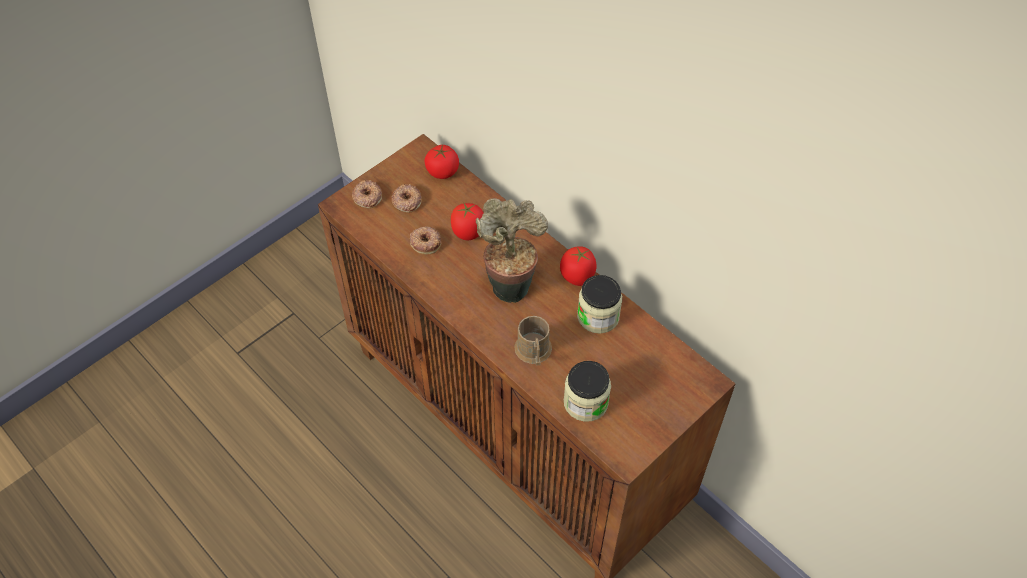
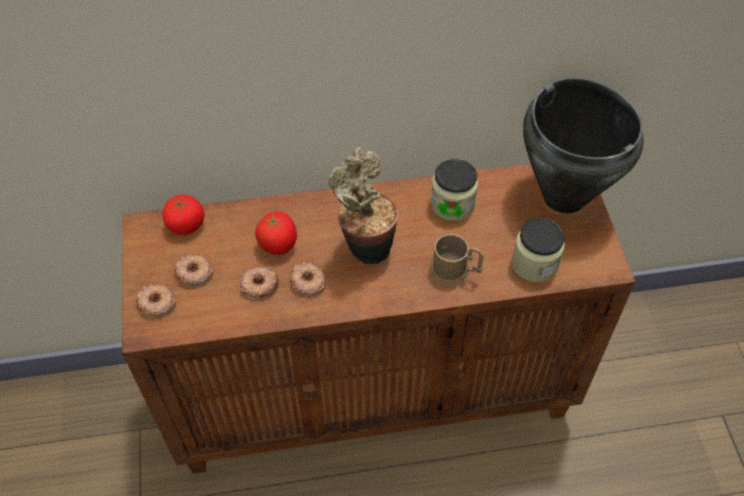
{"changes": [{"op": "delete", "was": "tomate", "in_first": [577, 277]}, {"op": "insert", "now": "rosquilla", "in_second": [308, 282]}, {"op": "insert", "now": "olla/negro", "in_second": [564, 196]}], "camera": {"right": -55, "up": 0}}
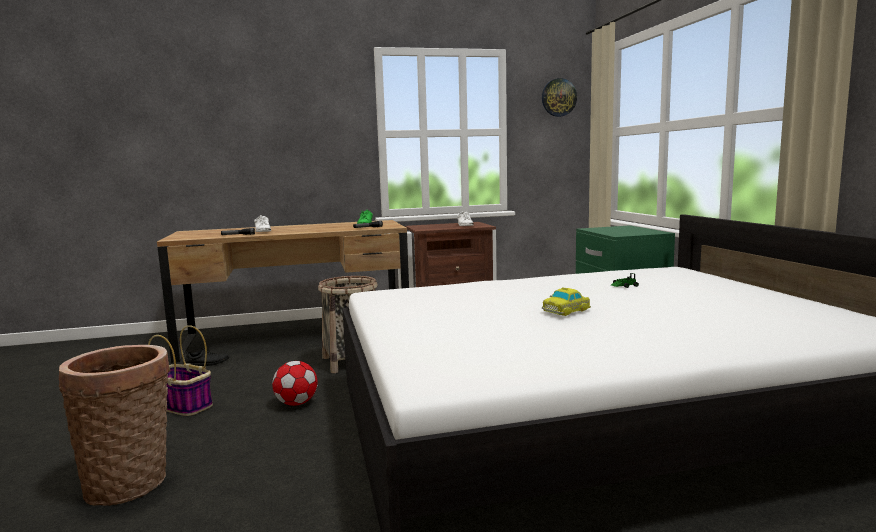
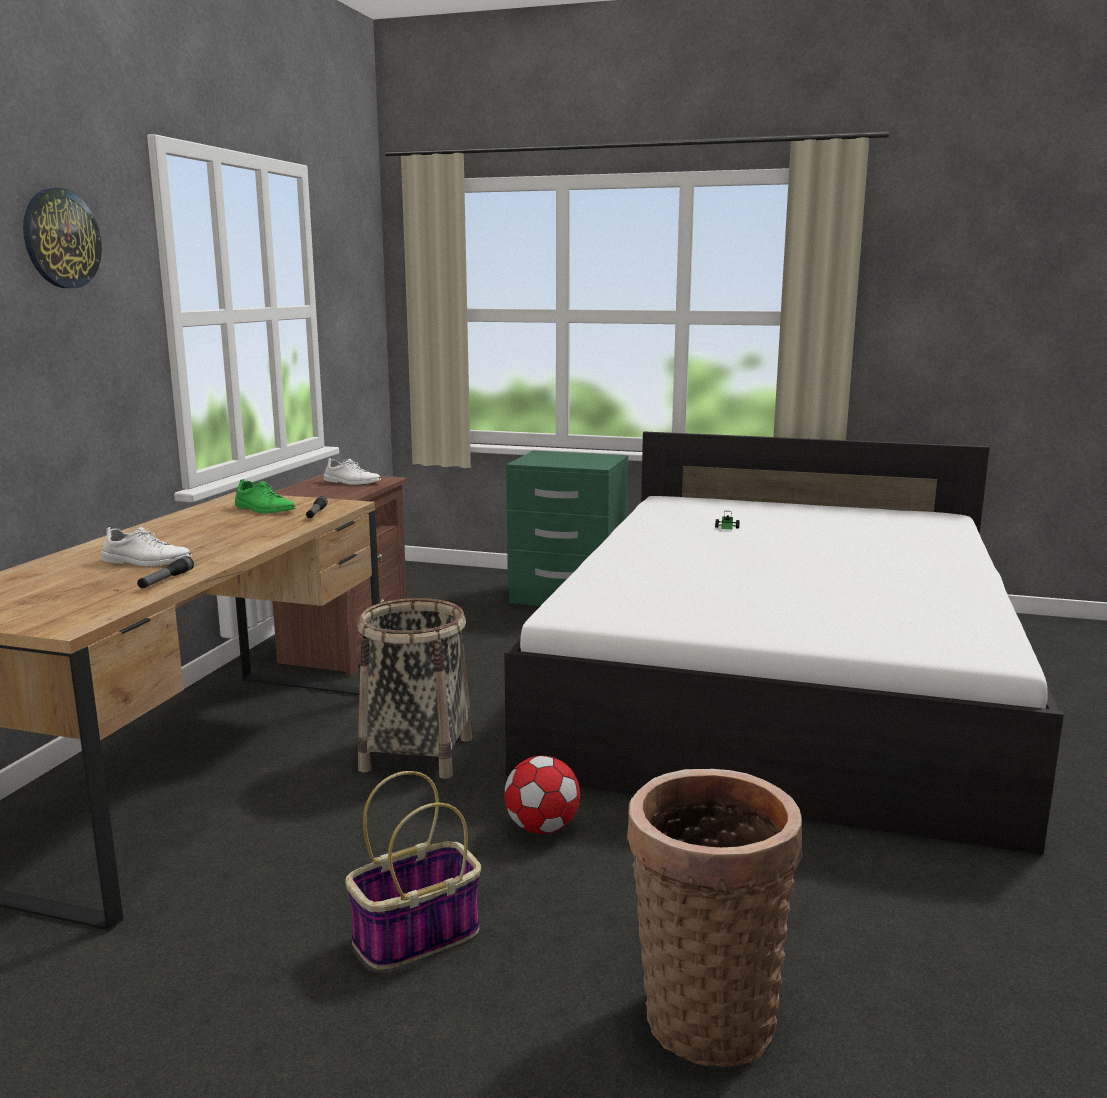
{"changes": [{"op": "delete", "was": "zapato/negro", "in_first": [206, 364]}, {"op": "delete", "was": "coche de juguete", "in_first": [567, 310]}, {"op": "move", "was": "reloj de pared", "in_first": [558, 97], "in_second": [61, 238]}], "camera": {"right": -60, "up": 5}}
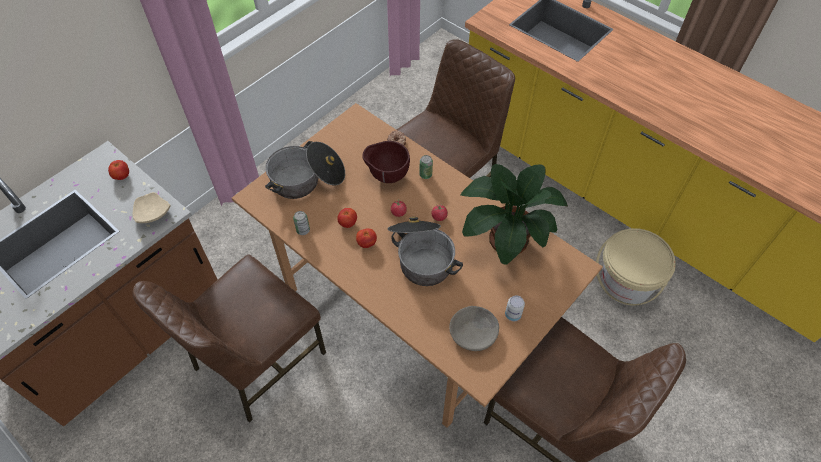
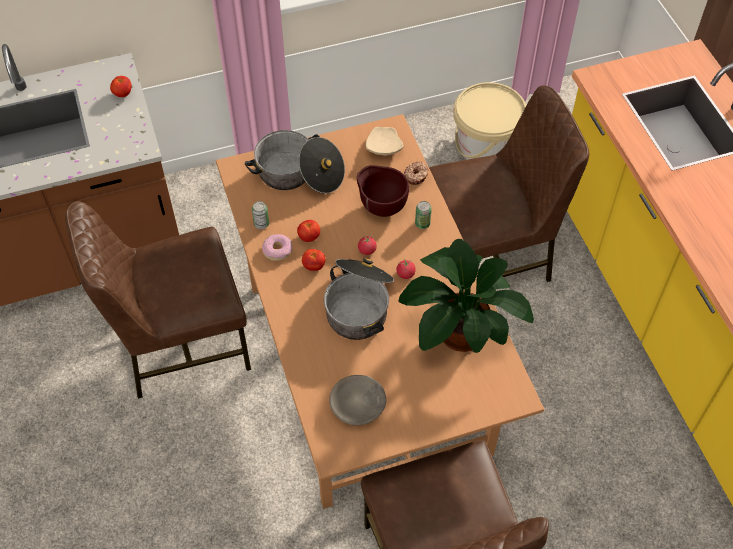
{"changes": [{"op": "delete", "was": "lata", "in_first": [513, 315]}, {"op": "insert", "now": "rosquilla", "in_second": [277, 250]}, {"op": "move", "was": "plato/beis", "in_first": [152, 214], "in_second": [383, 148]}, {"op": "move", "was": "cubo/beis", "in_first": [625, 283], "in_second": [485, 146]}], "camera": {"right": 30, "up": 0}}
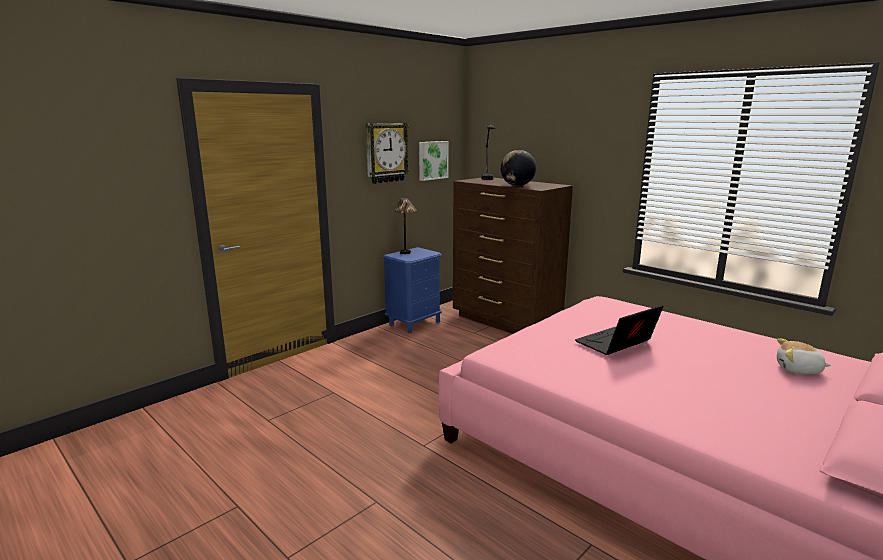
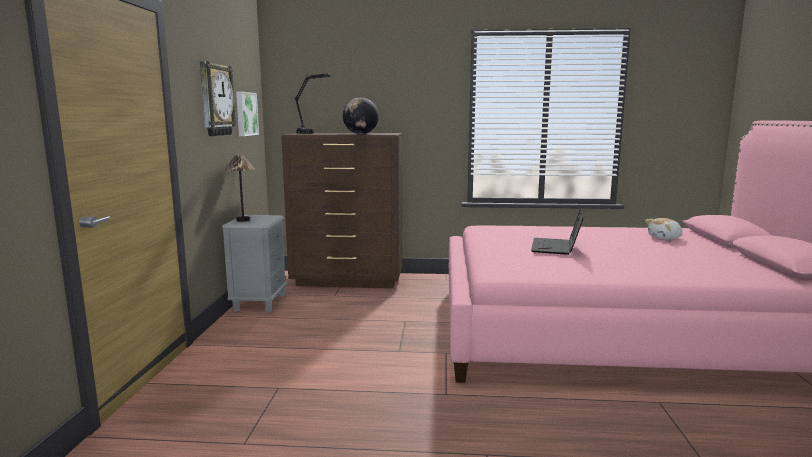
{"changes": [{"op": "recolor", "was": "mesita de noche/azul", "now": "mesita de noche/gris", "in_first": [414, 323], "in_second": [260, 302]}], "camera": {"right": -40, "up": -5}}
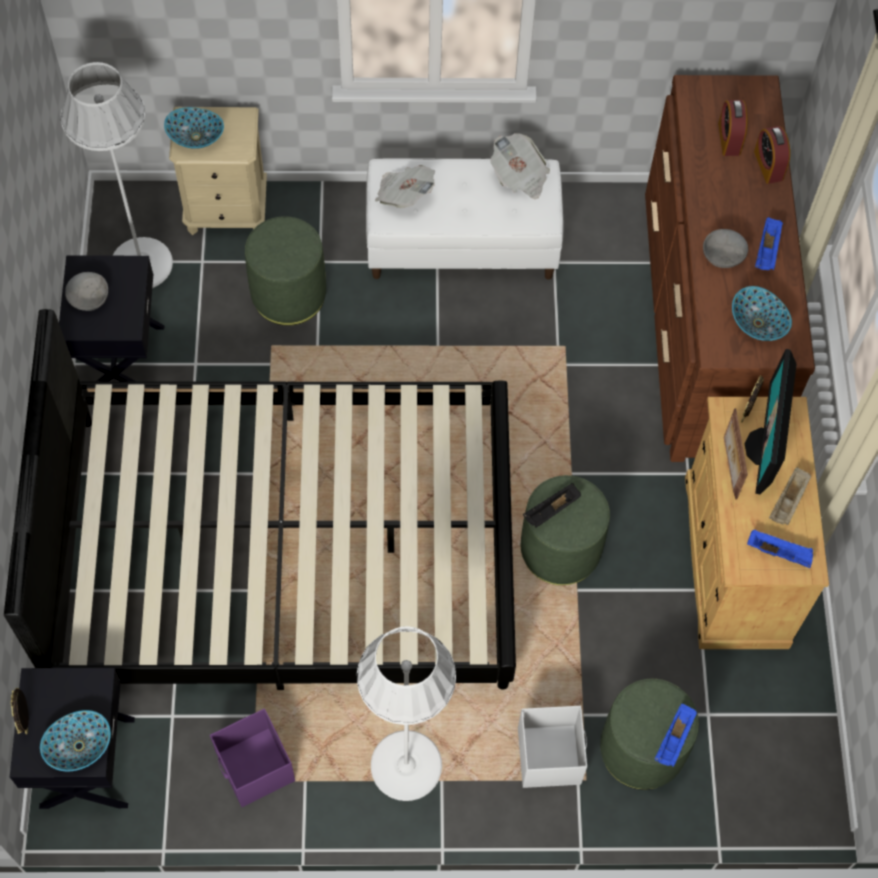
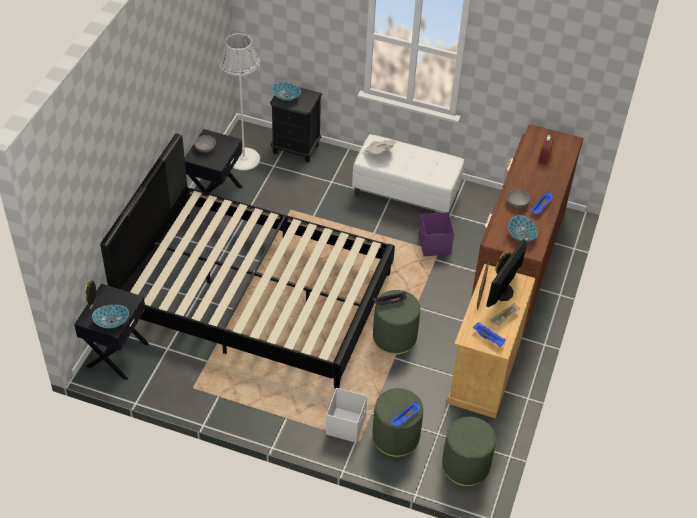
{"changes": [{"op": "delete", "was": "lámpara de pie/blanco", "in_first": [406, 765]}, {"op": "delete", "was": "periódico", "in_first": [519, 176]}, {"op": "delete", "was": "despertador", "in_first": [768, 165]}, {"op": "move", "was": "caja de almacenaje/morado", "in_first": [255, 768], "in_second": [434, 245]}, {"op": "move", "was": "puf/verde", "in_first": [289, 294], "in_second": [465, 466]}, {"op": "recolor", "was": "mesita de noche/beis", "now": "mesita de noche/negro", "in_first": [227, 211], "in_second": [295, 148]}], "camera": {"right": 20, "up": -15}}
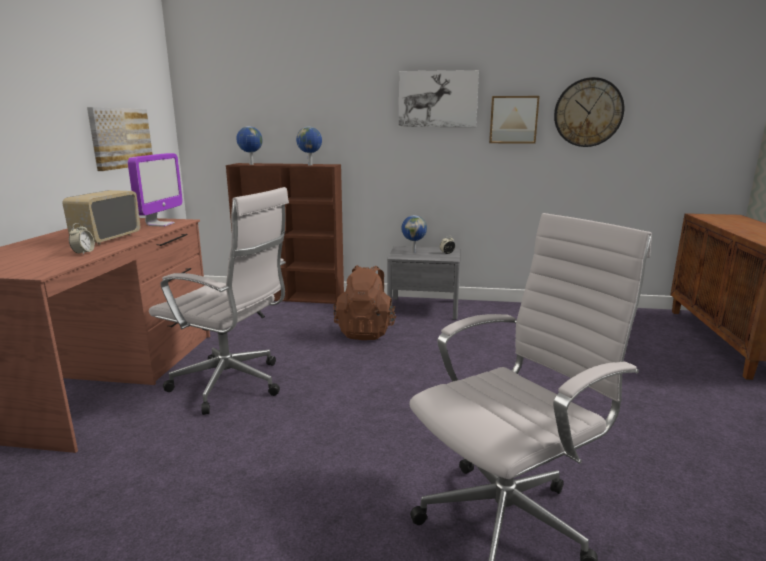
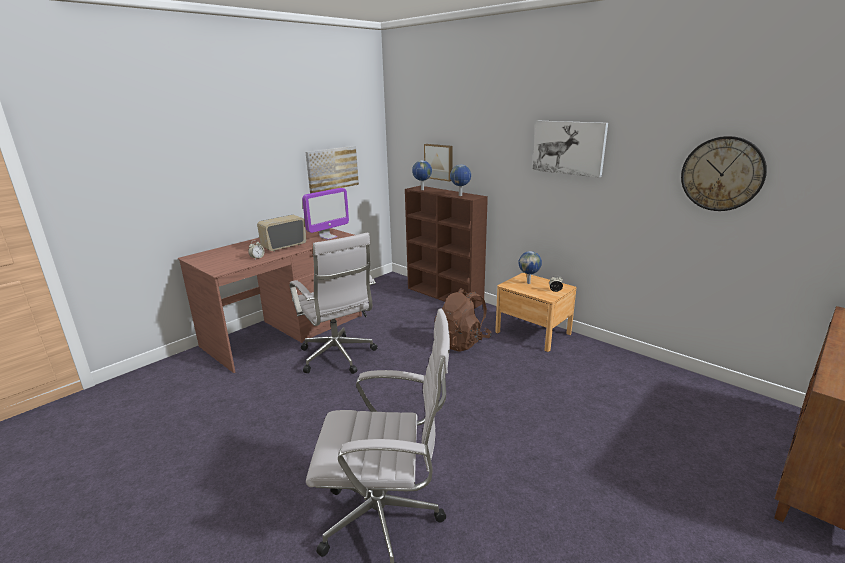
{"changes": [{"op": "move", "was": "cuadro", "in_first": [513, 120], "in_second": [439, 162]}, {"op": "recolor", "was": "mesita de noche/gris", "now": "mesita de noche/marrón", "in_first": [423, 308], "in_second": [533, 333]}], "camera": {"right": 35, "up": 5}}
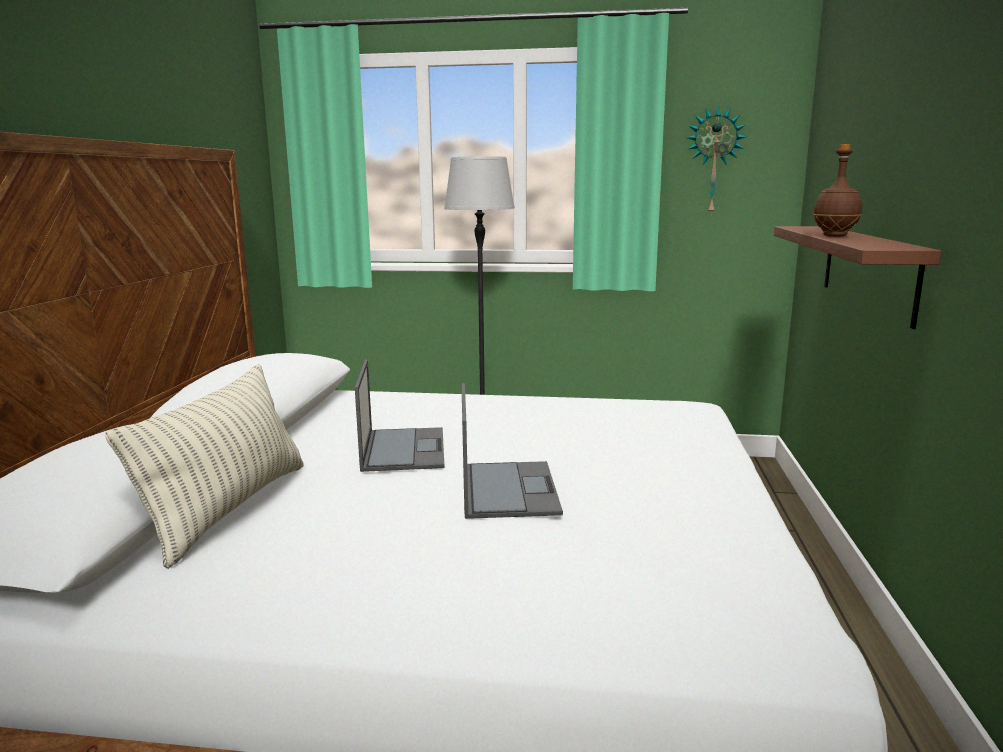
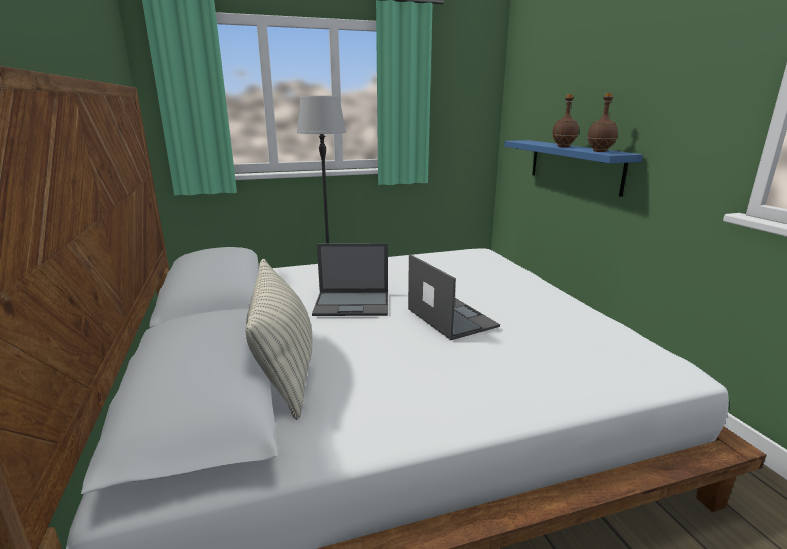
{"changes": [{"op": "delete", "was": "reloj de pared", "in_first": [713, 162]}, {"op": "insert", "now": "botella/marrón", "in_second": [599, 151]}, {"op": "recolor", "was": "estante/marrón", "now": "estante/azul", "in_first": [867, 270], "in_second": [574, 165]}, {"op": "rotate", "was": "portátil", "in_first": [403, 449], "in_second": [353, 304], "clockwise": 120}], "camera": {"right": -25, "up": 5}}
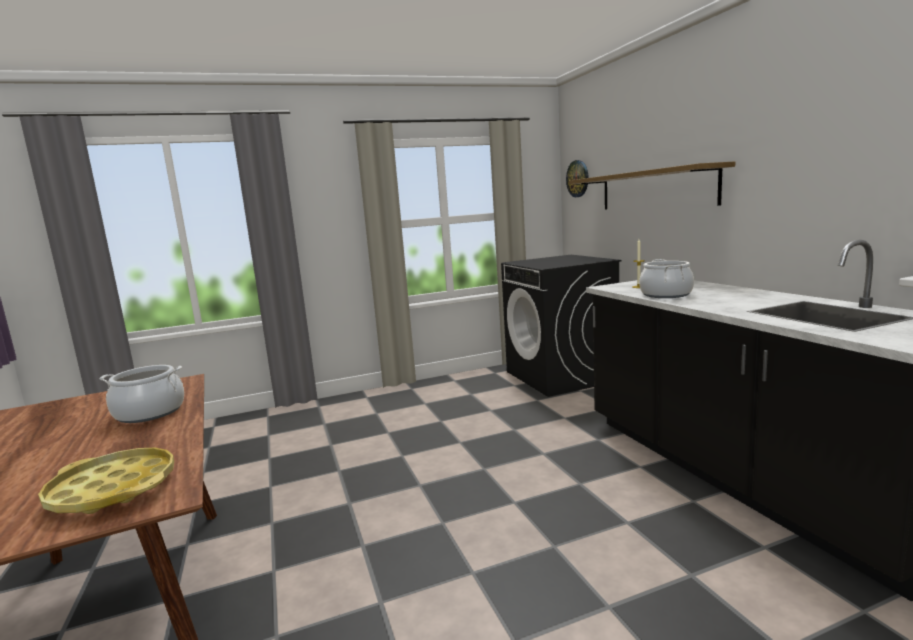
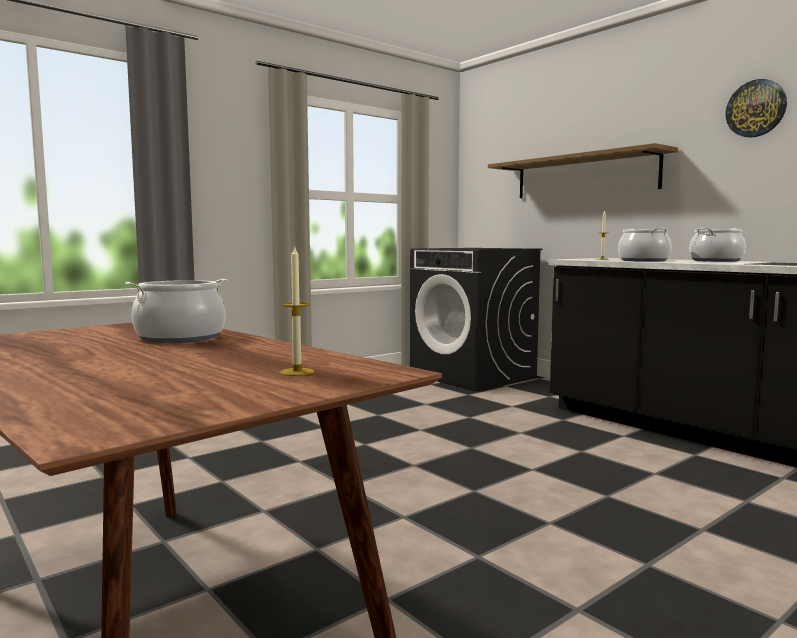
{"changes": [{"op": "insert", "now": "olla", "in_second": [715, 261]}, {"op": "move", "was": "reloj de pared", "in_first": [578, 178], "in_second": [756, 108]}, {"op": "replace", "was": "bandeja/amarillo", "now": "vela", "in_first": [113, 489], "in_second": [297, 372]}], "camera": {"right": -20, "up": -5}}
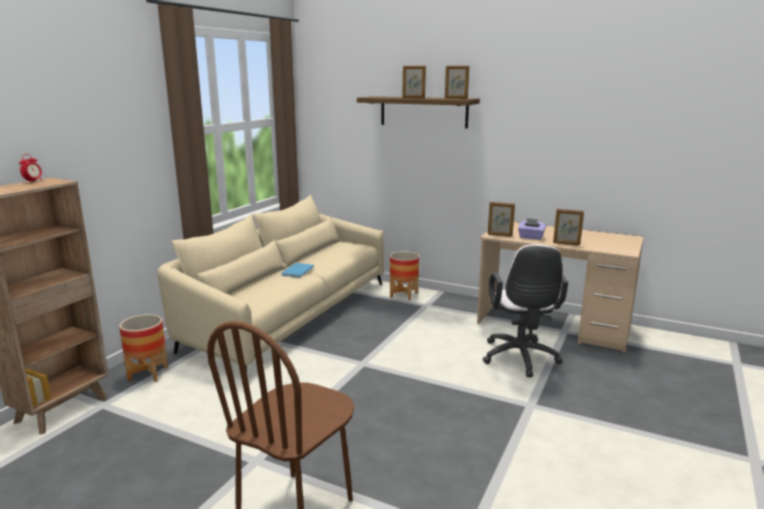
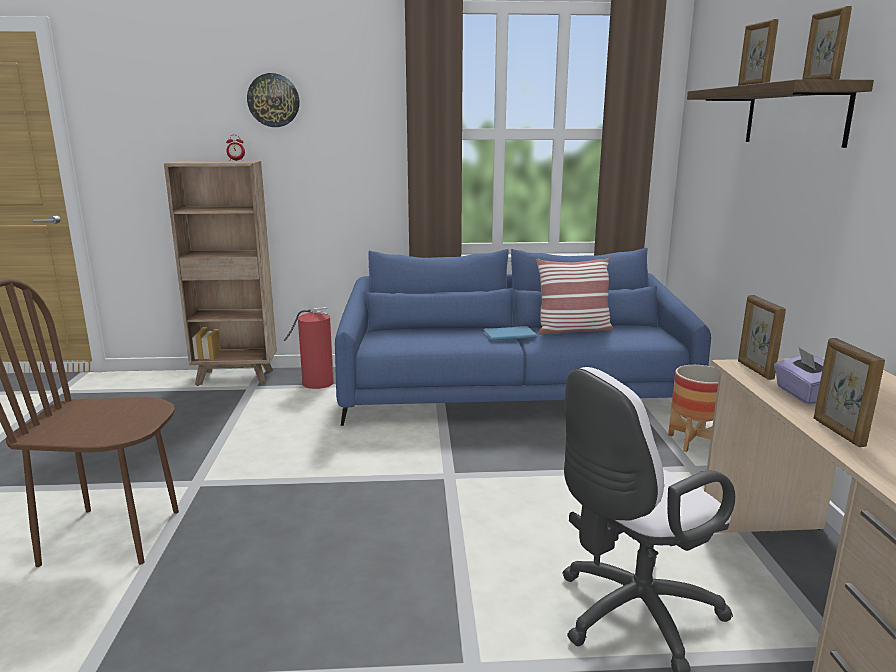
{"changes": [{"op": "insert", "now": "reloj de pared", "in_second": [273, 100]}, {"op": "insert", "now": "cojín", "in_second": [573, 330]}, {"op": "replace", "was": "maceta", "now": "extintor", "in_first": [148, 373], "in_second": [316, 382]}, {"op": "recolor", "was": "sofá/beis", "now": "sofá/azul", "in_first": [287, 315], "in_second": [512, 394]}], "camera": {"right": 60, "up": 0}}
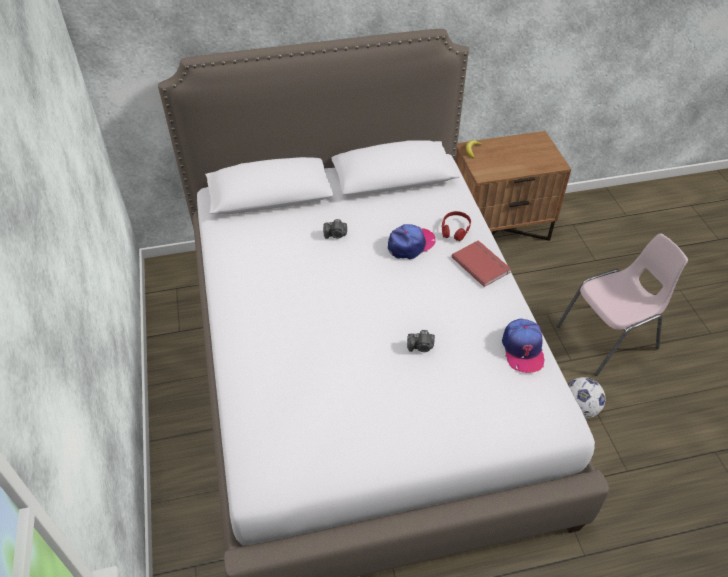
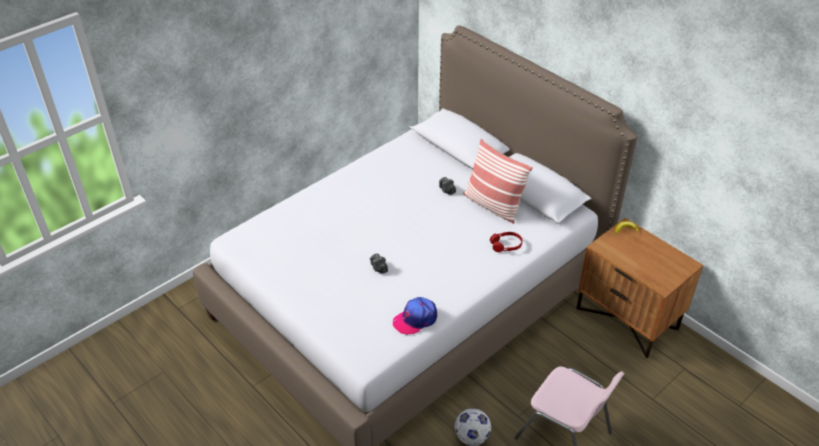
{"changes": [{"op": "delete", "was": "gorra", "in_first": [411, 244]}, {"op": "delete", "was": "libro/rojo", "in_first": [481, 264]}, {"op": "insert", "now": "cojín", "in_second": [493, 205]}], "camera": {"right": 60, "up": -5}}
